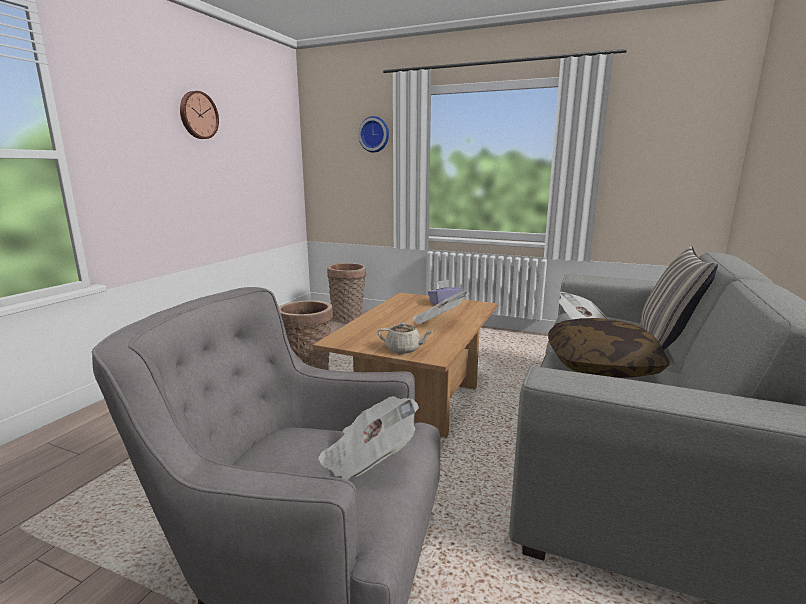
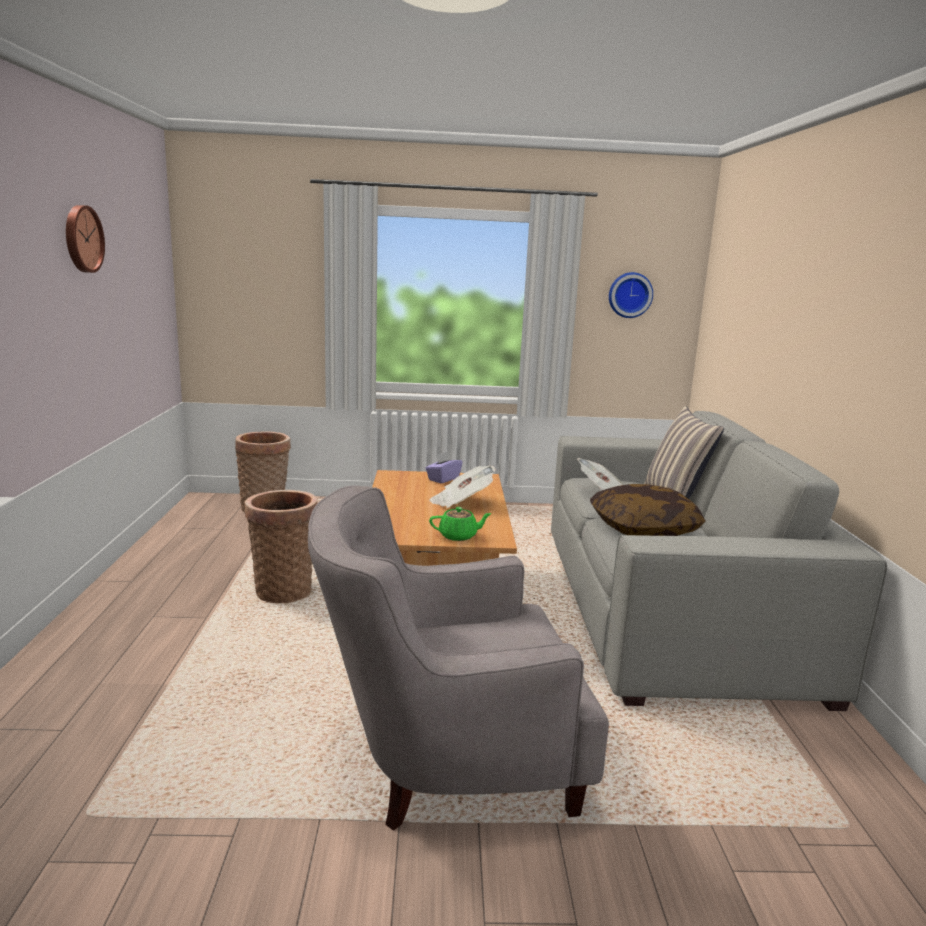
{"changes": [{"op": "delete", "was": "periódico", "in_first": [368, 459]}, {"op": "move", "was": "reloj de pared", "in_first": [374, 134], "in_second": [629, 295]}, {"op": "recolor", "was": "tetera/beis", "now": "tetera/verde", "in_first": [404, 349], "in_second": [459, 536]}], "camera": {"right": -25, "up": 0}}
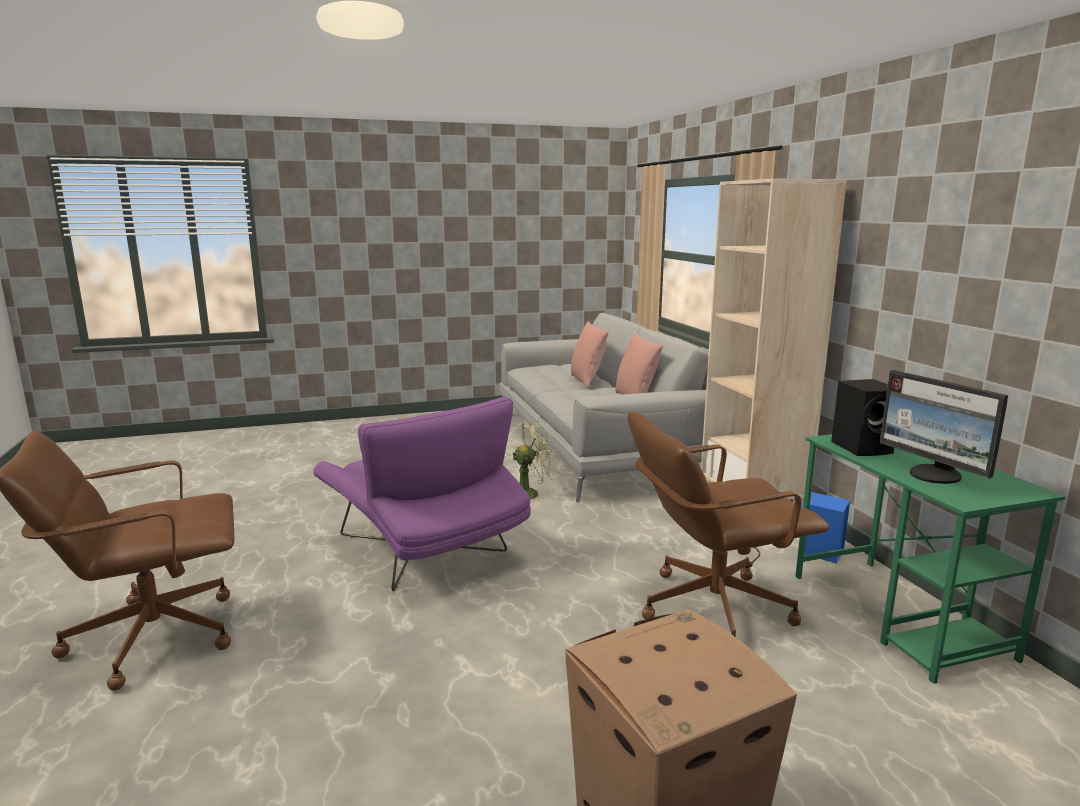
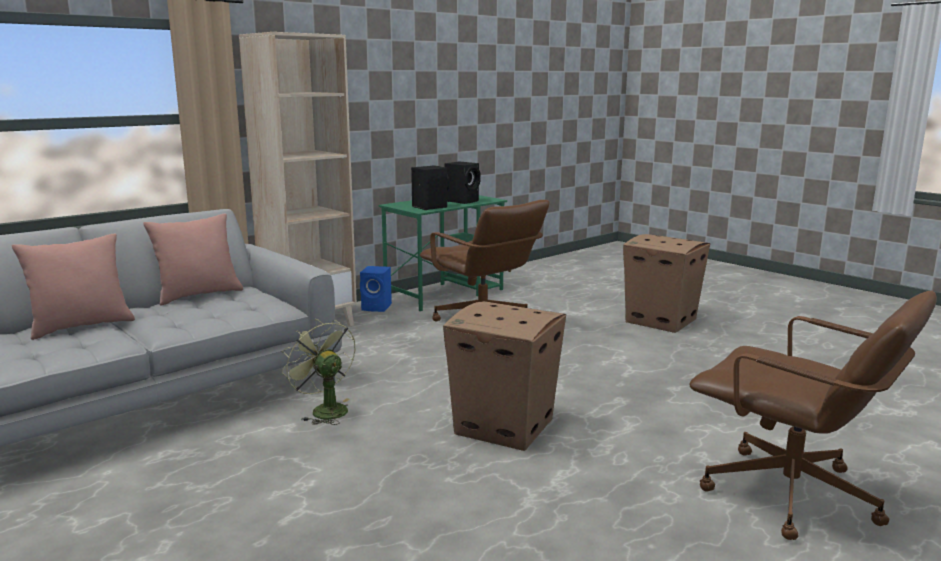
{"changes": [{"op": "replace", "was": "sillón/morado", "now": "caja de cartón", "in_first": [425, 550], "in_second": [505, 426]}, {"op": "replace", "was": "monitor", "now": "altavoz/negro", "in_first": [934, 475], "in_second": [462, 201]}], "camera": {"right": -115, "up": 0}}
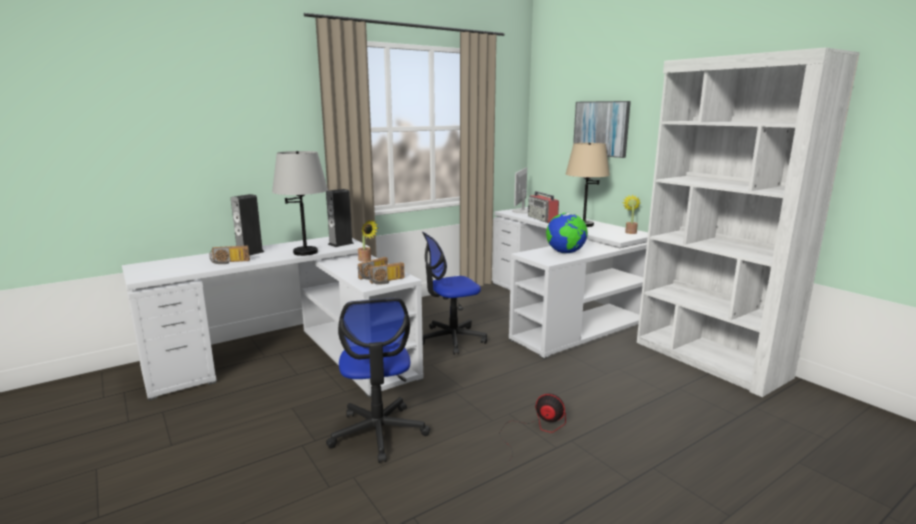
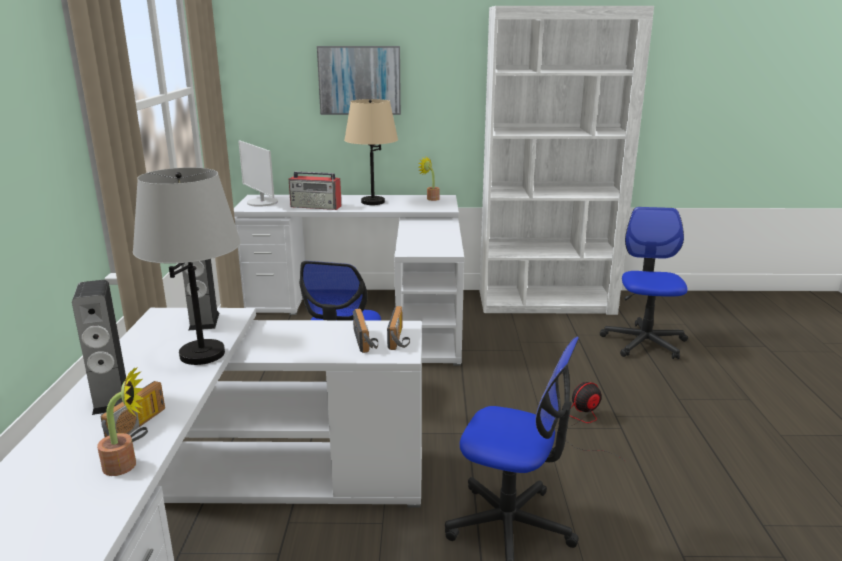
{"changes": [{"op": "delete", "was": "globo terráqueo", "in_first": [565, 253]}, {"op": "insert", "now": "silla de oficina", "in_second": [644, 342]}, {"op": "move", "was": "planta en maceta", "in_first": [366, 260], "in_second": [126, 465]}], "camera": {"right": -55, "up": 5}}
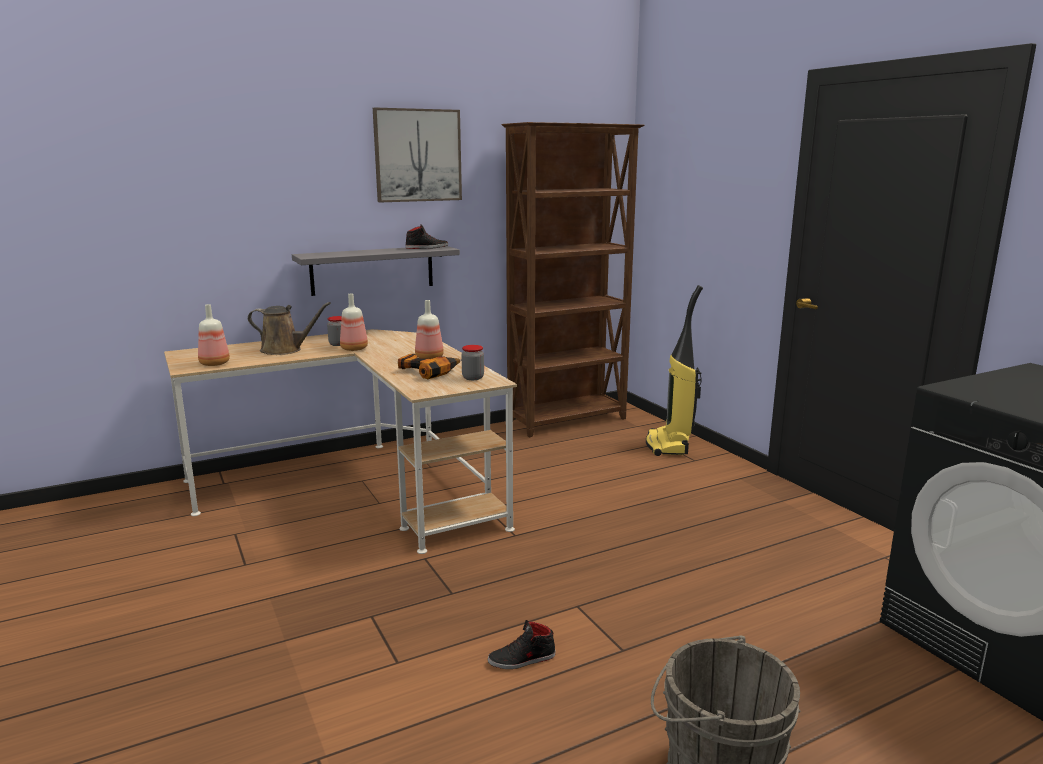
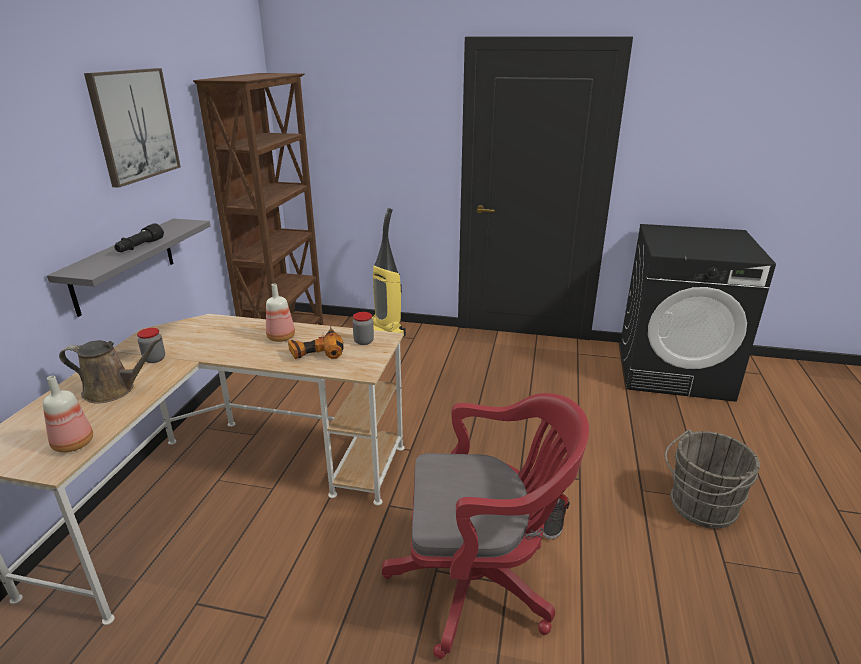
{"changes": [{"op": "delete", "was": "botella", "in_first": [354, 349]}, {"op": "delete", "was": "zapato/negro", "in_first": [427, 247]}, {"op": "insert", "now": "linterna/negro", "in_second": [140, 247]}, {"op": "insert", "now": "silla de oficina/rojo", "in_second": [480, 582]}, {"op": "rotate", "was": "regadera/marrón", "in_first": [285, 350], "in_second": [113, 390], "clockwise": 45}], "camera": {"right": -50, "up": 10}}
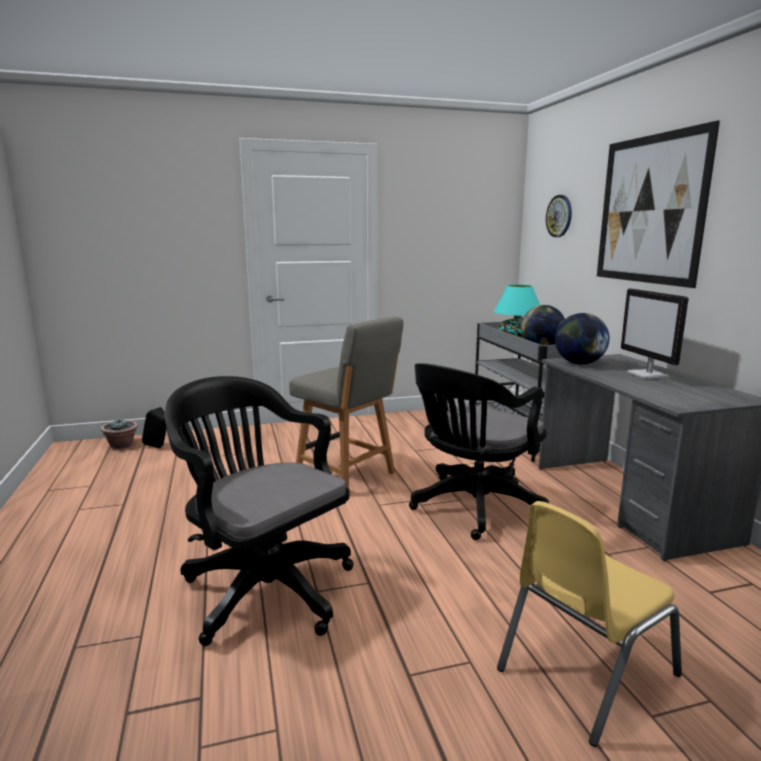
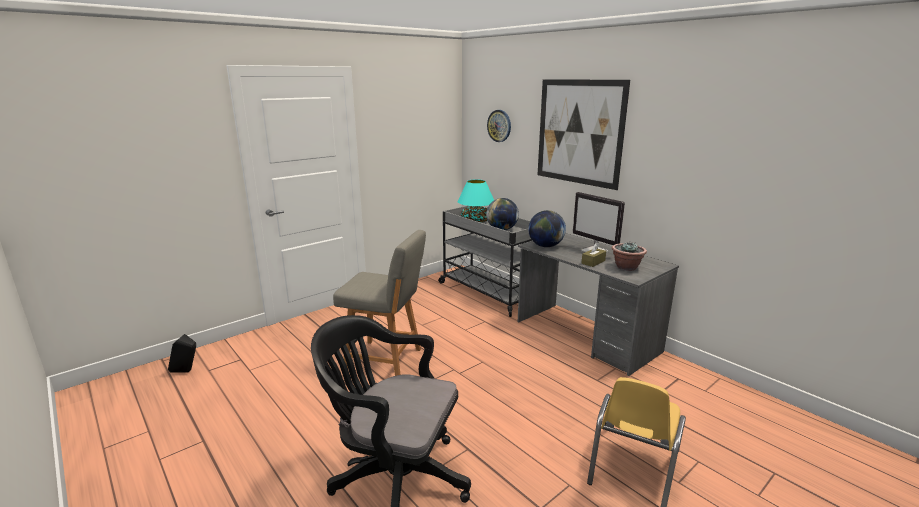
{"changes": [{"op": "delete", "was": "silla de oficina/negro", "in_first": [472, 508]}, {"op": "insert", "now": "caja de pañuelos/marrón", "in_second": [593, 262]}, {"op": "move", "was": "planta en maceta", "in_first": [121, 445], "in_second": [626, 267]}], "camera": {"right": -25, "up": 5}}
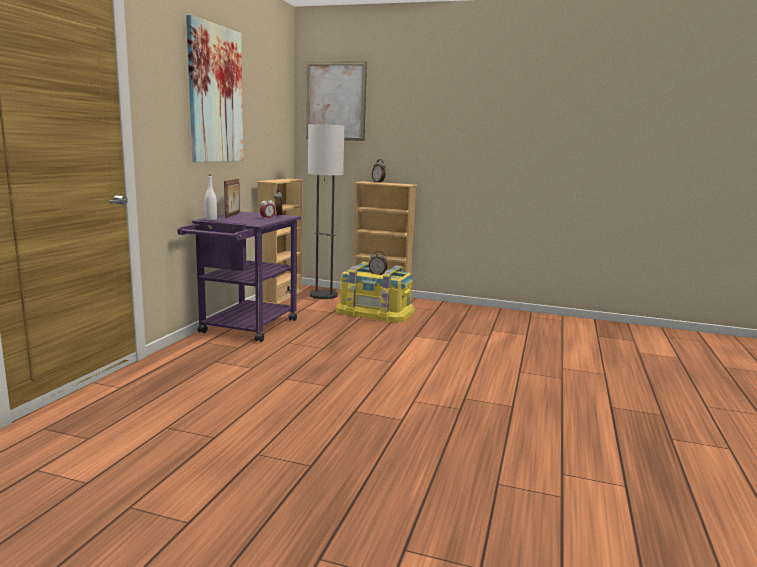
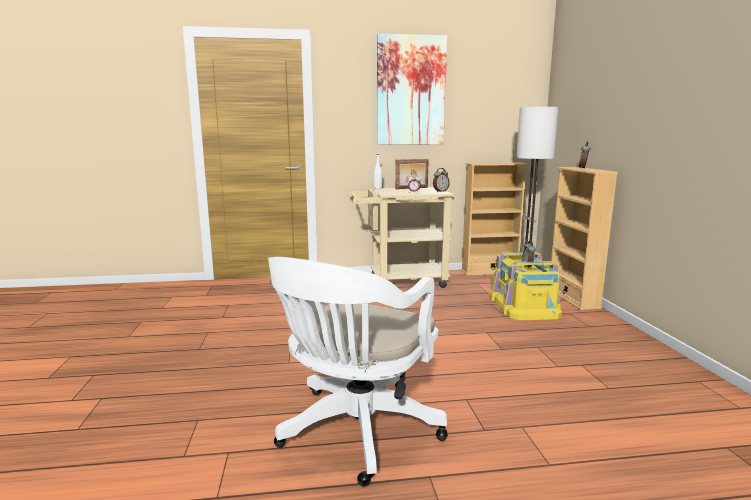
{"changes": [{"op": "delete", "was": "cuadro", "in_first": [335, 101]}, {"op": "insert", "now": "silla de oficina/blanco", "in_second": [355, 432]}, {"op": "recolor", "was": "carrito/morado", "now": "carrito/beis", "in_first": [245, 329], "in_second": [400, 281]}], "camera": {"right": 65, "up": 0}}
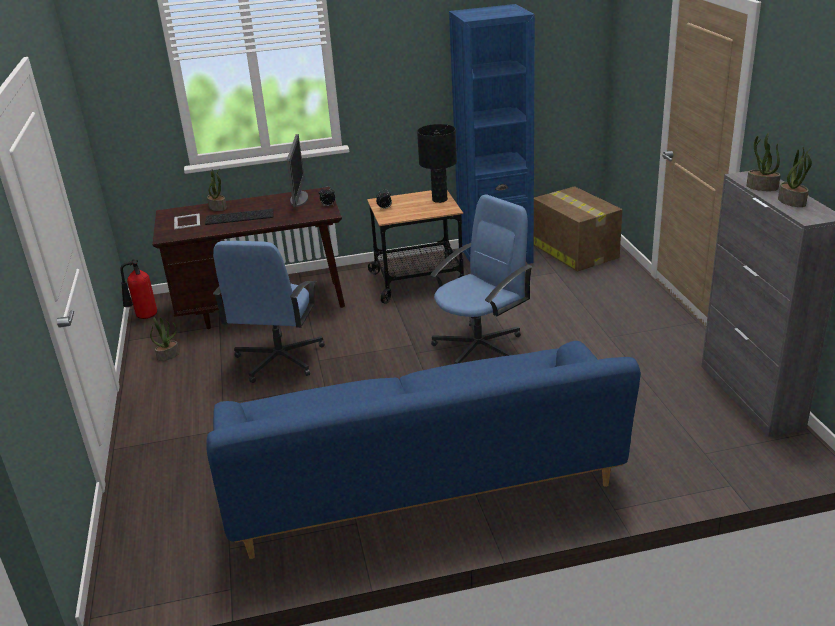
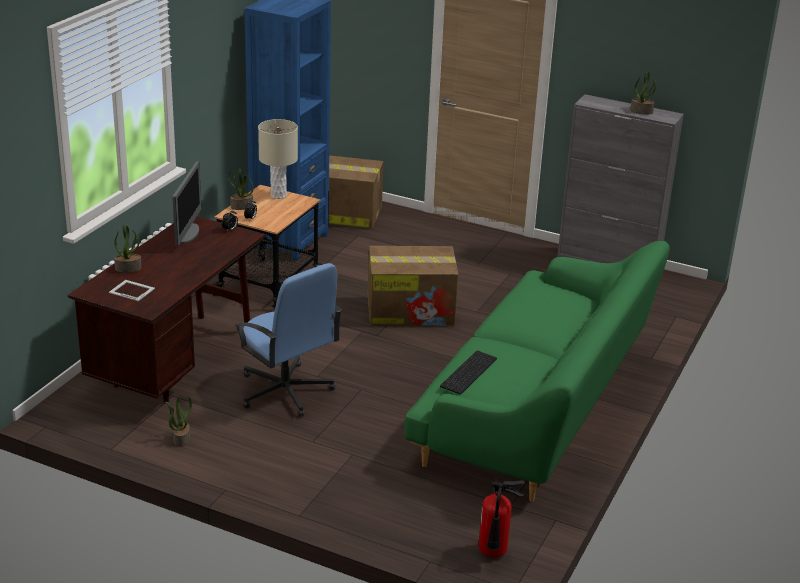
{"changes": [{"op": "move", "was": "extintor", "in_first": [144, 317], "in_second": [493, 554]}, {"op": "move", "was": "teclado", "in_first": [240, 216], "in_second": [467, 371]}, {"op": "move", "was": "planta en maceta", "in_first": [761, 187], "in_second": [241, 206]}, {"op": "replace", "was": "silla de oficina/azul", "now": "caja de cartón", "in_first": [480, 347], "in_second": [412, 310]}, {"op": "recolor", "was": "sofá/azul", "now": "sofá/verde", "in_first": [420, 481], "in_second": [537, 405]}, {"op": "recolor", "was": "lámpara de mesa/negro", "now": "lámpara de mesa/beis", "in_first": [439, 199], "in_second": [278, 195]}, {"op": "rotate", "was": "monitor", "in_first": [299, 199], "in_second": [188, 233], "clockwise": 60}], "camera": {"right": -55, "up": 0}}
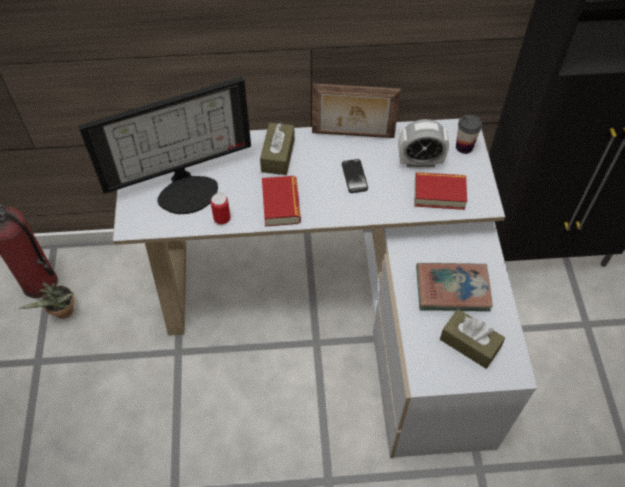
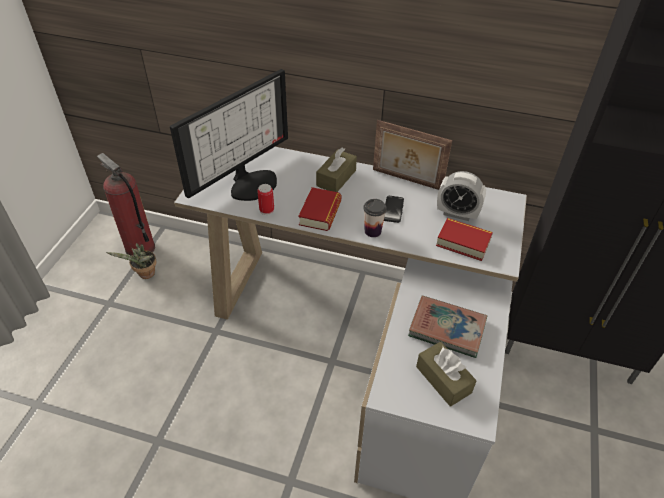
{"changes": [{"op": "move", "was": "taza", "in_first": [464, 147], "in_second": [372, 231]}, {"op": "rotate", "was": "monitor", "in_first": [187, 189], "in_second": [251, 182], "clockwise": -45}], "camera": {"right": 20, "up": -10}}
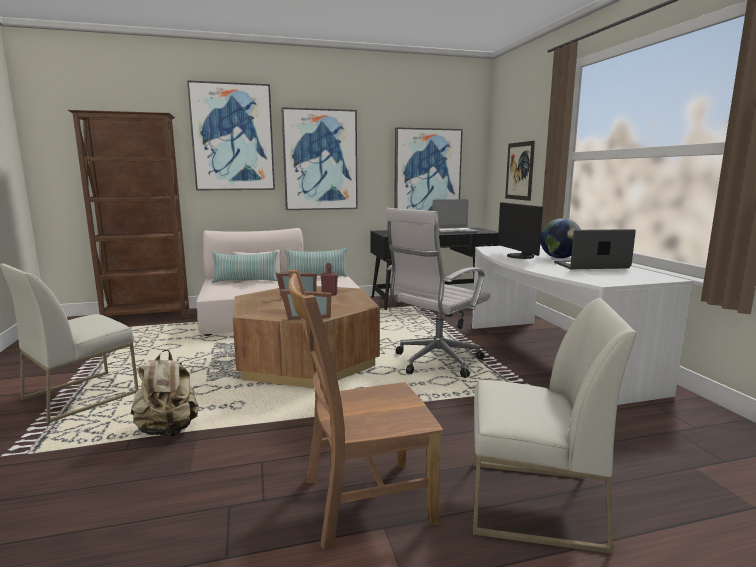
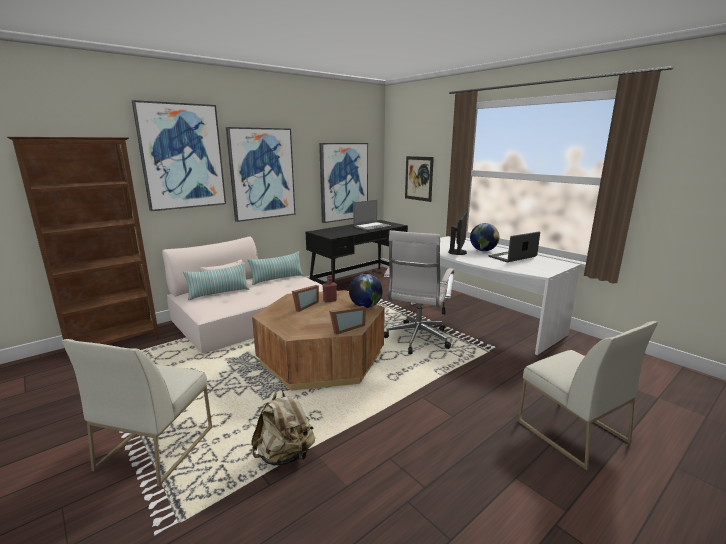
{"changes": [{"op": "delete", "was": "silla/marrón", "in_first": [361, 501]}, {"op": "insert", "now": "globo terráqueo", "in_second": [365, 306]}, {"op": "rotate", "was": "silla/blanco", "in_first": [532, 503], "in_second": [570, 431], "clockwise": 75}, {"op": "rotate", "was": "monitor", "in_first": [519, 256], "in_second": [458, 252], "clockwise": -120}], "camera": {"right": -25, "up": 5}}
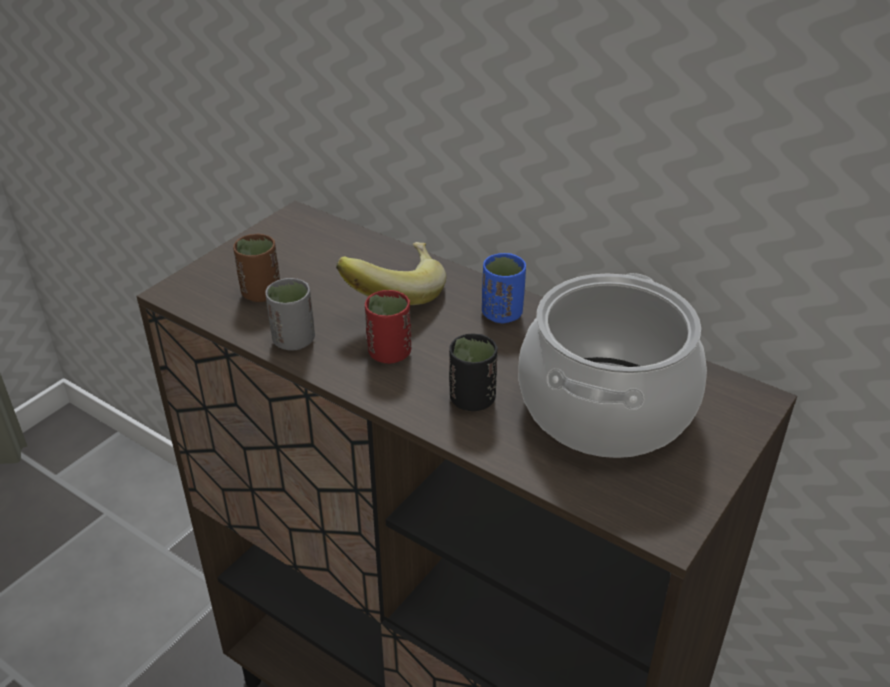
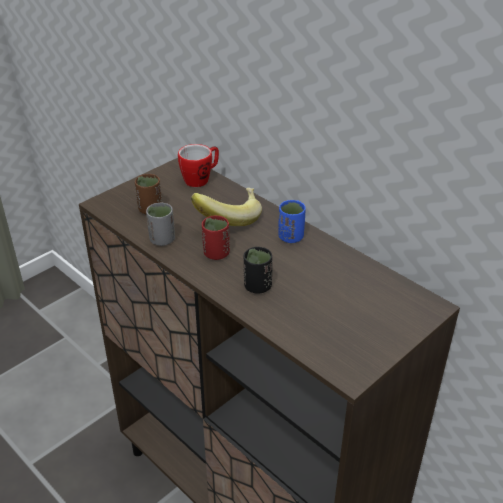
{"changes": [{"op": "delete", "was": "olla", "in_first": [607, 407]}, {"op": "insert", "now": "taza grande", "in_second": [201, 179]}], "camera": {"right": 10, "up": 0}}
